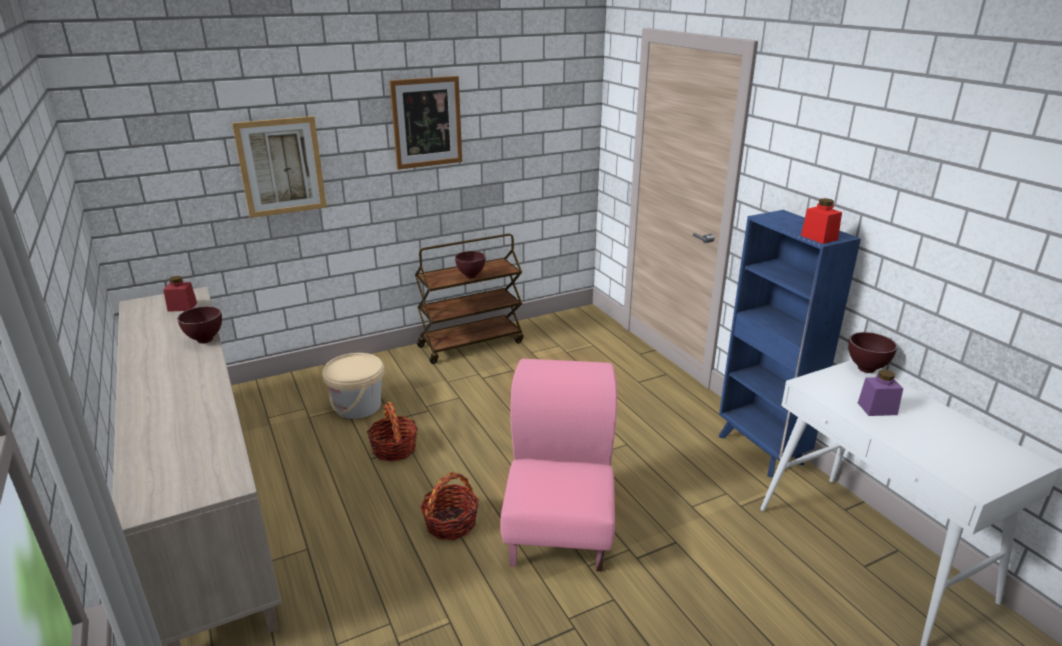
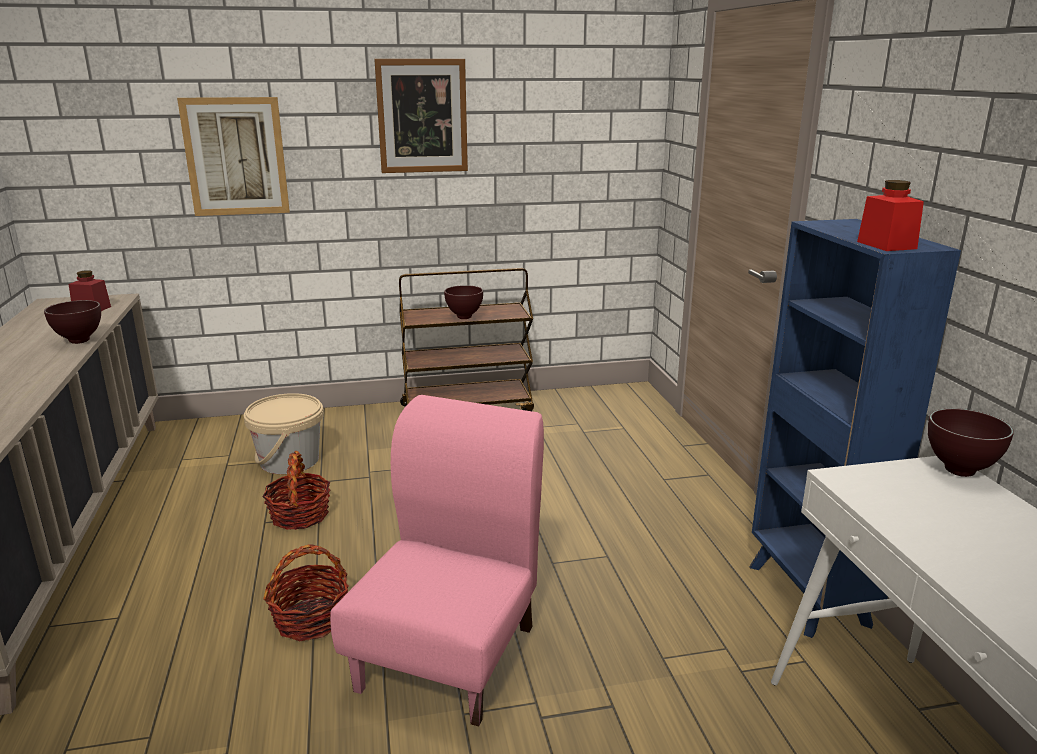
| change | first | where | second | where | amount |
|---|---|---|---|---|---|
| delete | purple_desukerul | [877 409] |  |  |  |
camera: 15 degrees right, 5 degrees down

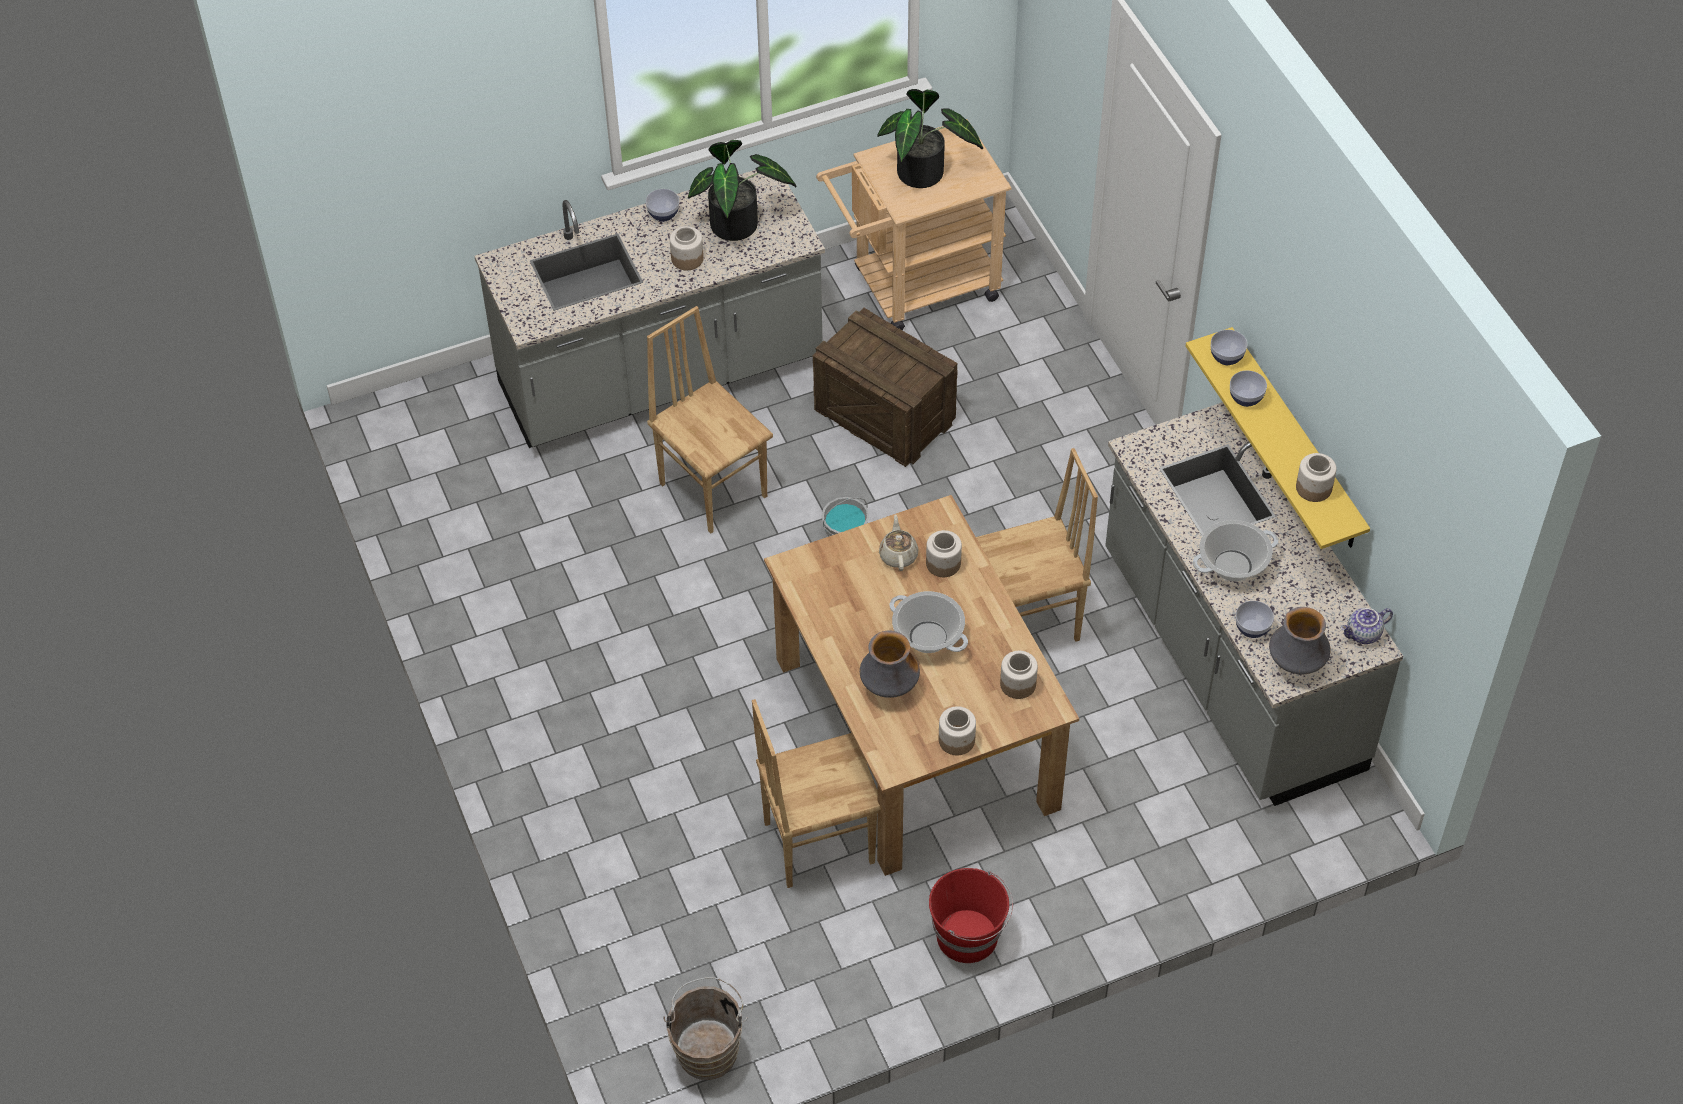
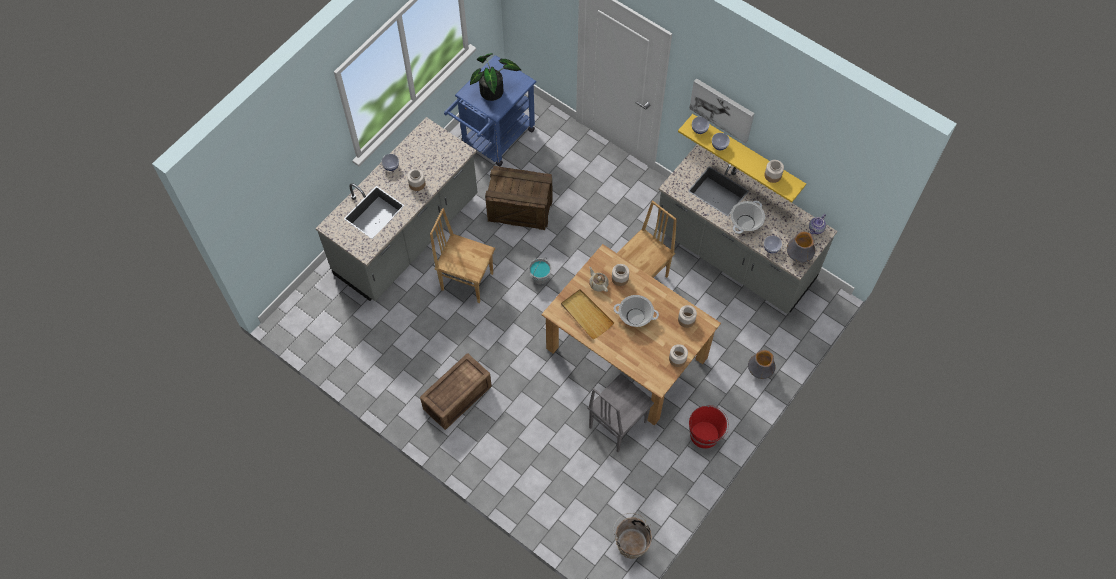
| change | first | where | second | where | amount |
|---|---|---|---|---|---|
| recolor | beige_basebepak | [914 287] | blue_basebepak | [494 140] |  |
| delete | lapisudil | [739 227] |  |  |  |
| move | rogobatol | [889 687] |  | [759 371] |  |
| recolor | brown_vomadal | [817 841] | grey_vomadal | [616 424] |  |
| insert |  |  | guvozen | [722 109] |  |
| insert |  |  | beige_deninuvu | [586 315] |  |
| insert |  |  | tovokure | [456 397] |  |
camera: 30 degrees left, 10 degrees up

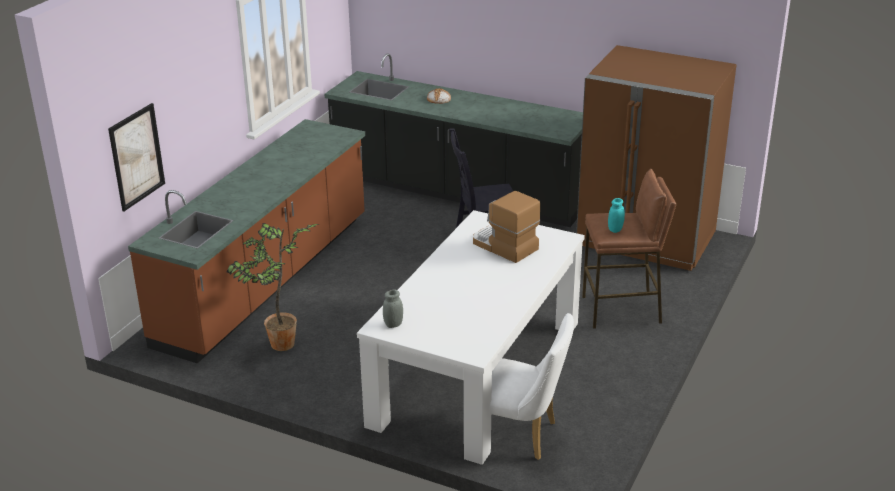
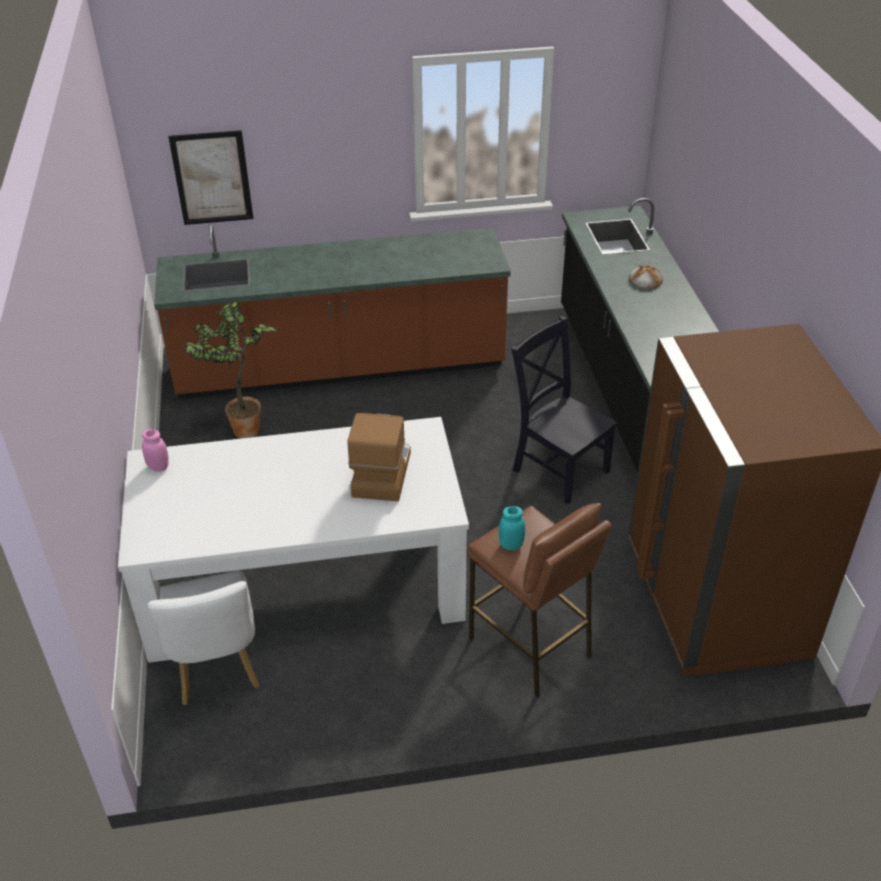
| change | first | where | second | where | amount |
|---|---|---|---|---|---|
| recolor | grey_desukerul | [393 324] | pink_desukerul | [158 467] |  |
camera: 55 degrees right, 10 degrees up

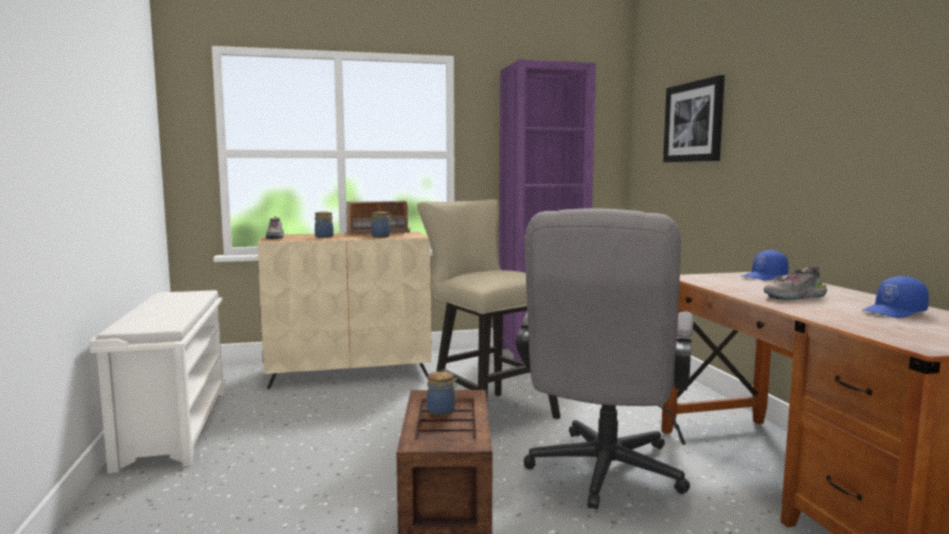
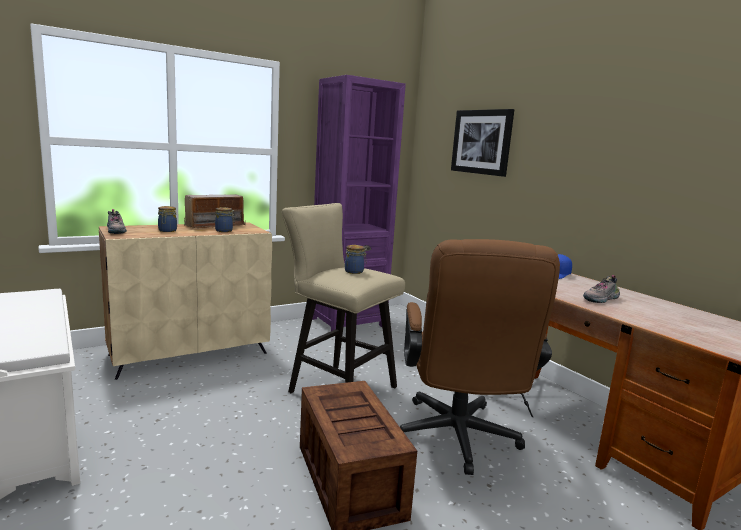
| change | first | where | second | where | amount |
|---|---|---|---|---|---|
| recolor | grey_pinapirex | [602 476] | brown_pinapirex | [458 441] |  |
| delete | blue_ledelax | [894 312] |  |  |  |
| move | desukerul | [442 411] |  | [355 271] |  |
camera: 20 degrees left, 5 degrees up

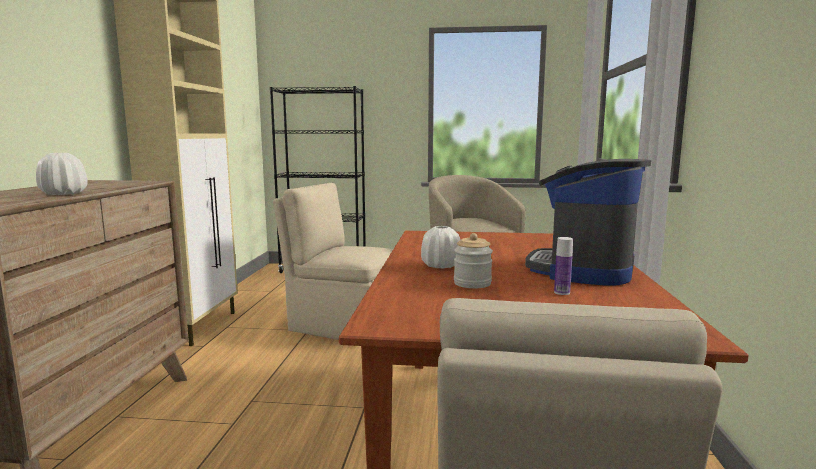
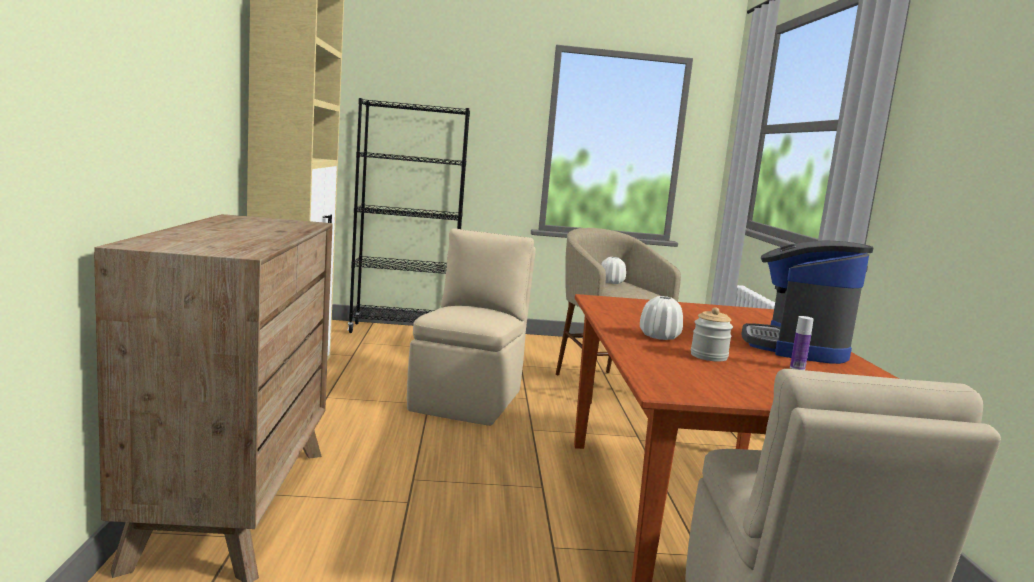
| change | first | where | second | where | amount |
|---|---|---|---|---|---|
| move | white_rogobatol | [64 194] |  | [611 282] |  |
| rotate | beige_vomadal | [344 325] |  | [468 399] | 90 degrees clockwise |
camera: 10 degrees left, 0 degrees up

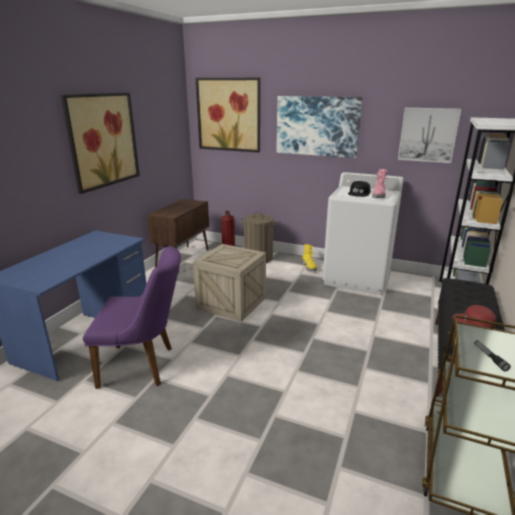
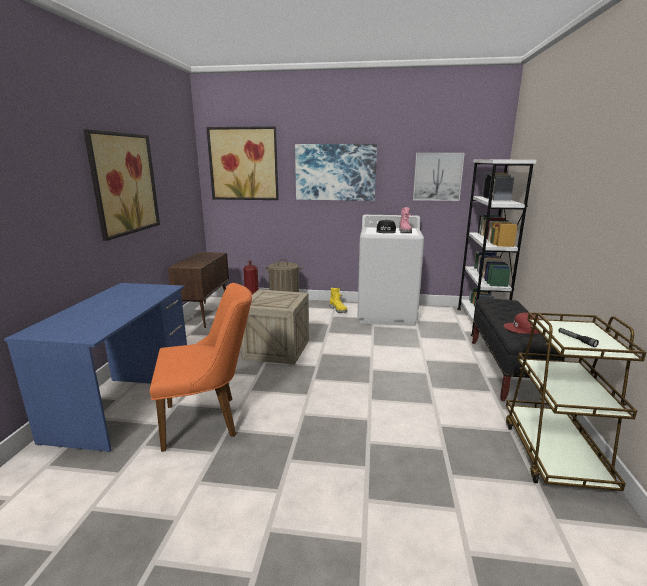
| change | first | where | second | where | amount |
|---|---|---|---|---|---|
| recolor | purple_vomadal | [144 365] | orange_vomadal | [209 420] |  |
camera: 15 degrees left, 5 degrees down

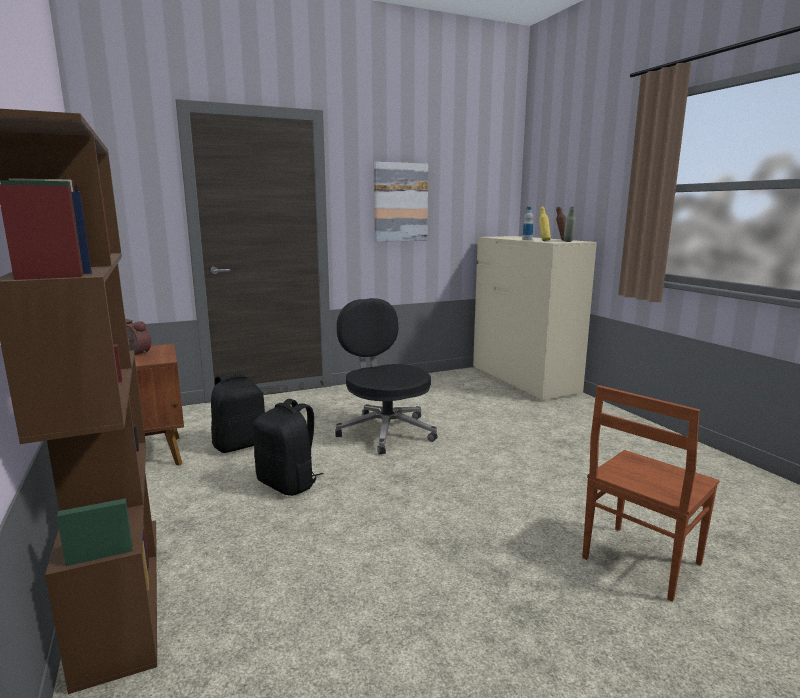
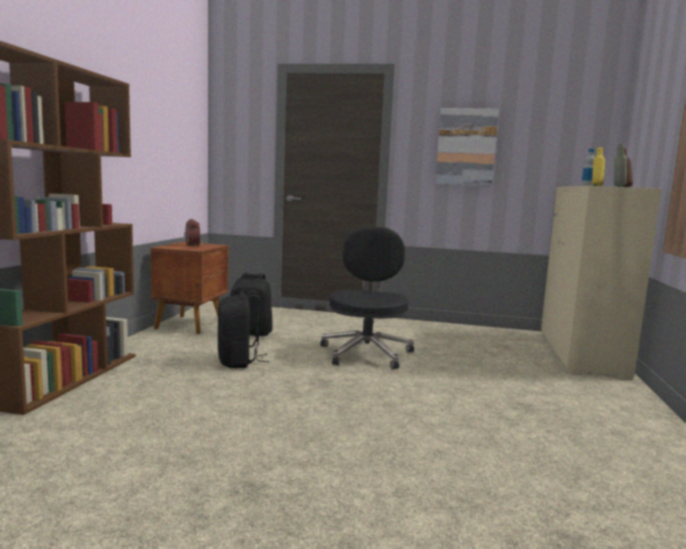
| change | first | where | second | where | amount |
|---|---|---|---|---|---|
| delete | brown_vomadal | [639 561] |  |  |  |
camera: 35 degrees right, 5 degrees down

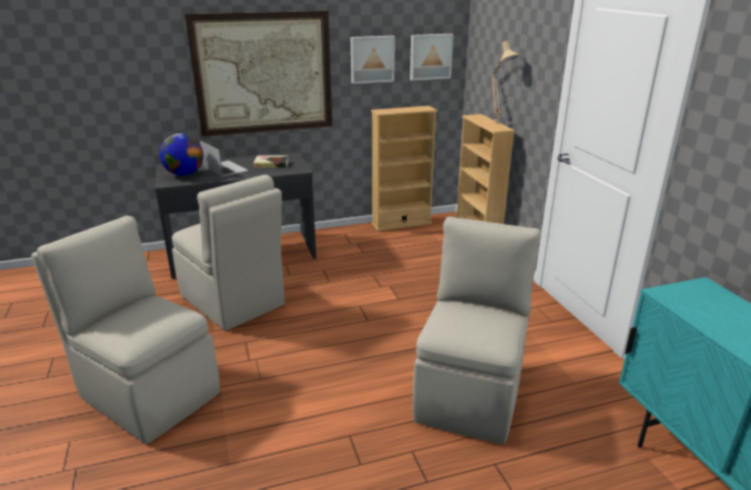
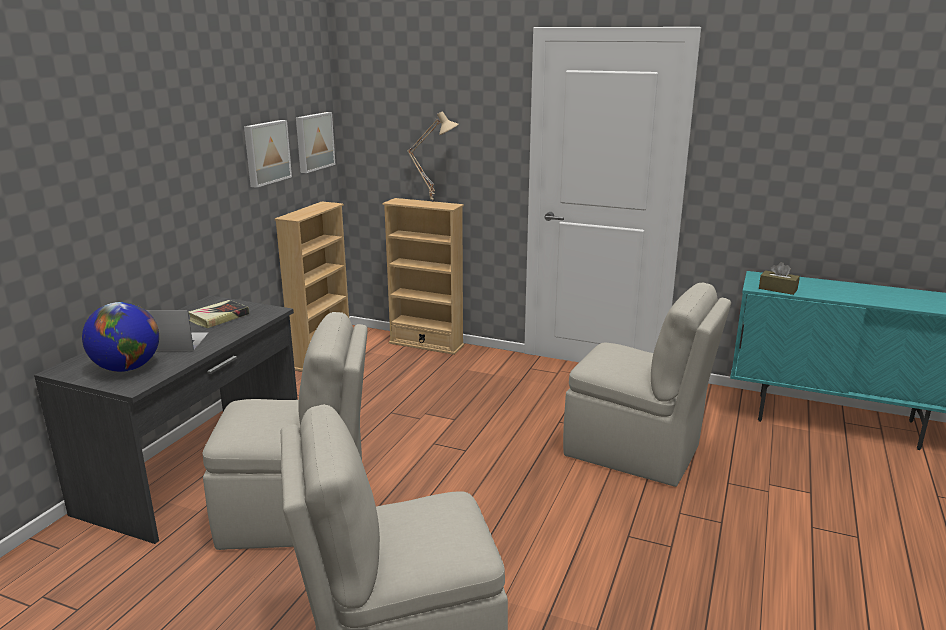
| change | first | where | second | where | amount |
|---|---|---|---|---|---|
| delete | guvozen | [264 74] |  |  |  |
| rotate | beige_vomadal | [470 393] |  | [635 452] | 150 degrees clockwise |
| insert |  |  | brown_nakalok | [777 289] |  |
camera: 50 degrees left, 5 degrees down

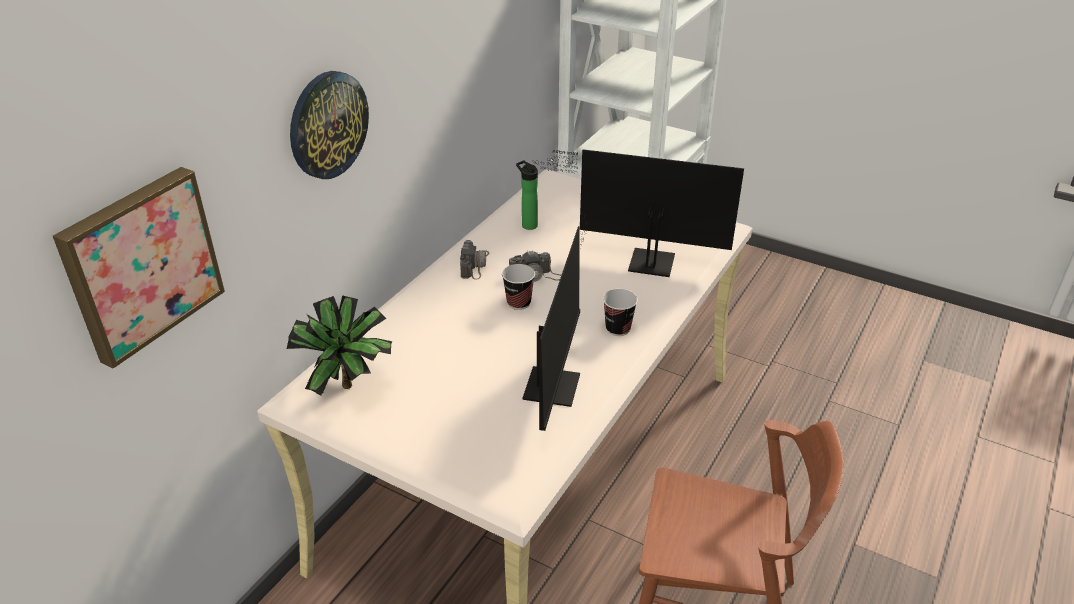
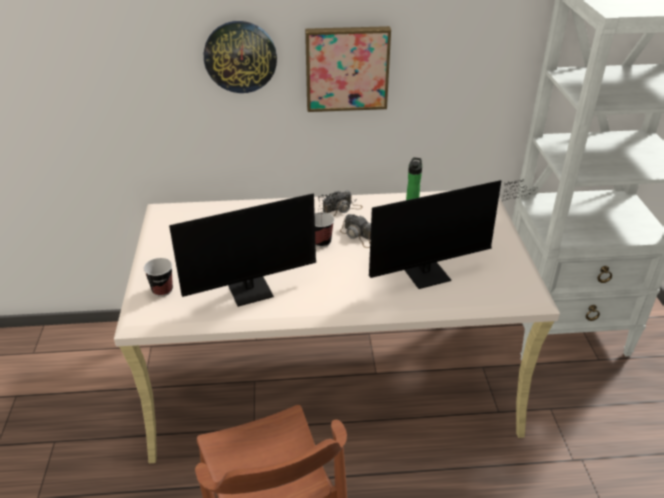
| change | first | where | second | where | amount |
|---|---|---|---|---|---|
| rotate | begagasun | [644 260] |  | [433 273] | 90 degrees clockwise |
| move | guvozen | [140 263] |  | [347 68] |  |
| move | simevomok | [618 329] |  | [162 290] |  |
| delete | lapisudil | [350 390] |  |  |  |
camera: 55 degrees right, 0 degrees up

